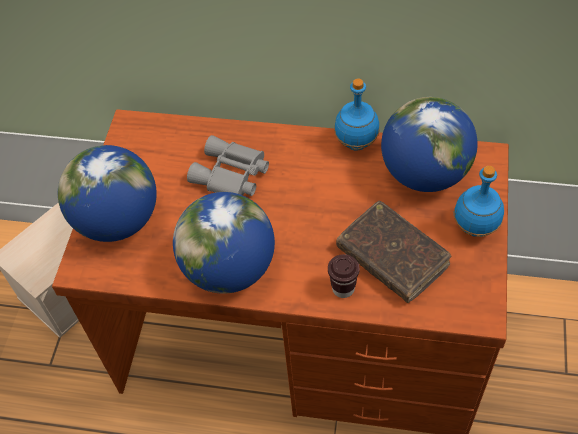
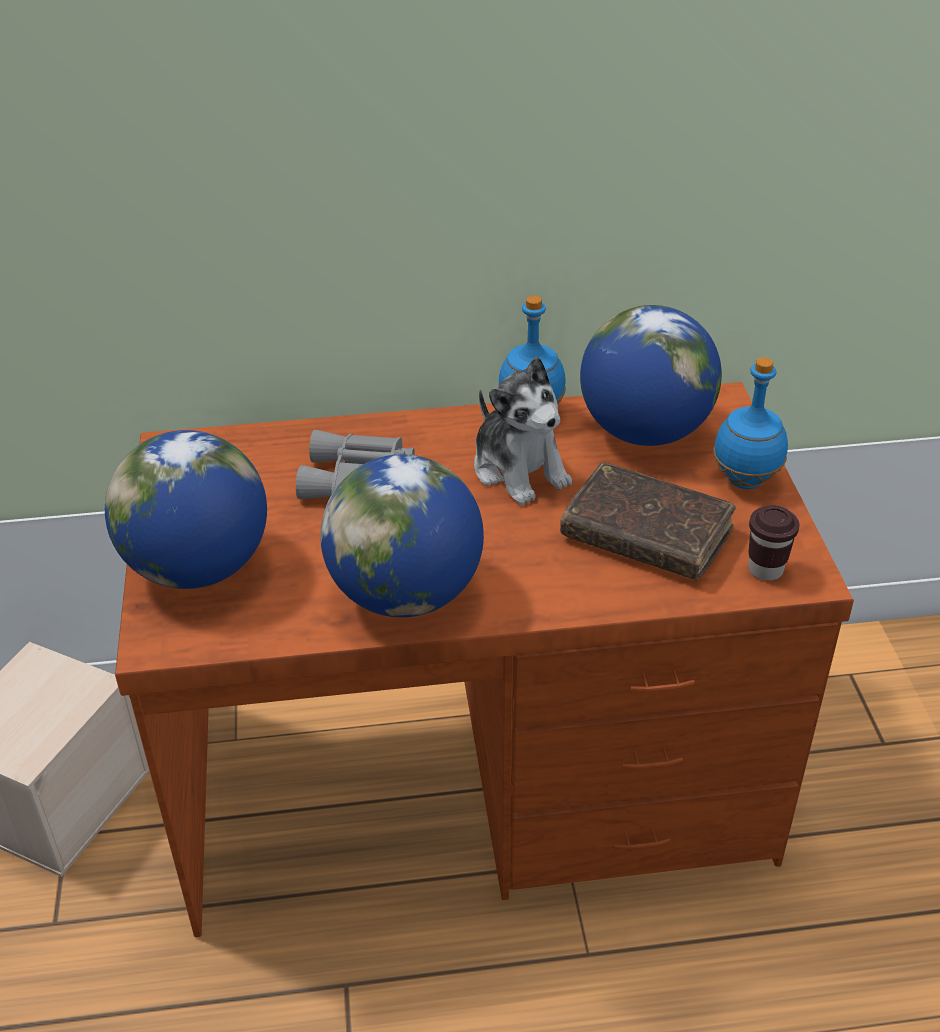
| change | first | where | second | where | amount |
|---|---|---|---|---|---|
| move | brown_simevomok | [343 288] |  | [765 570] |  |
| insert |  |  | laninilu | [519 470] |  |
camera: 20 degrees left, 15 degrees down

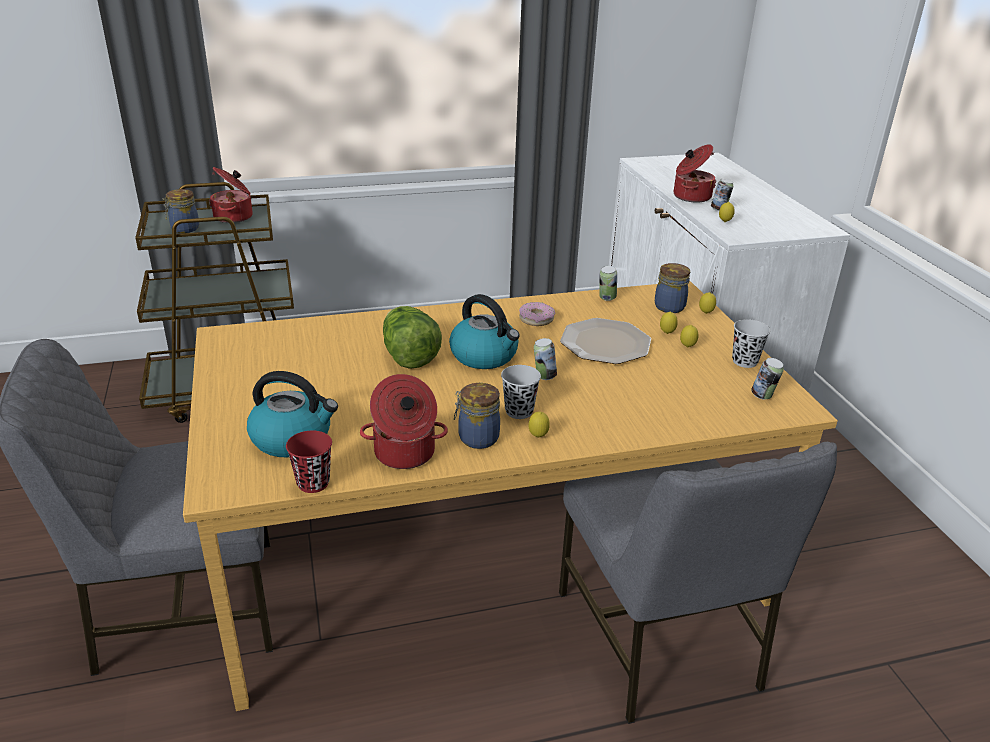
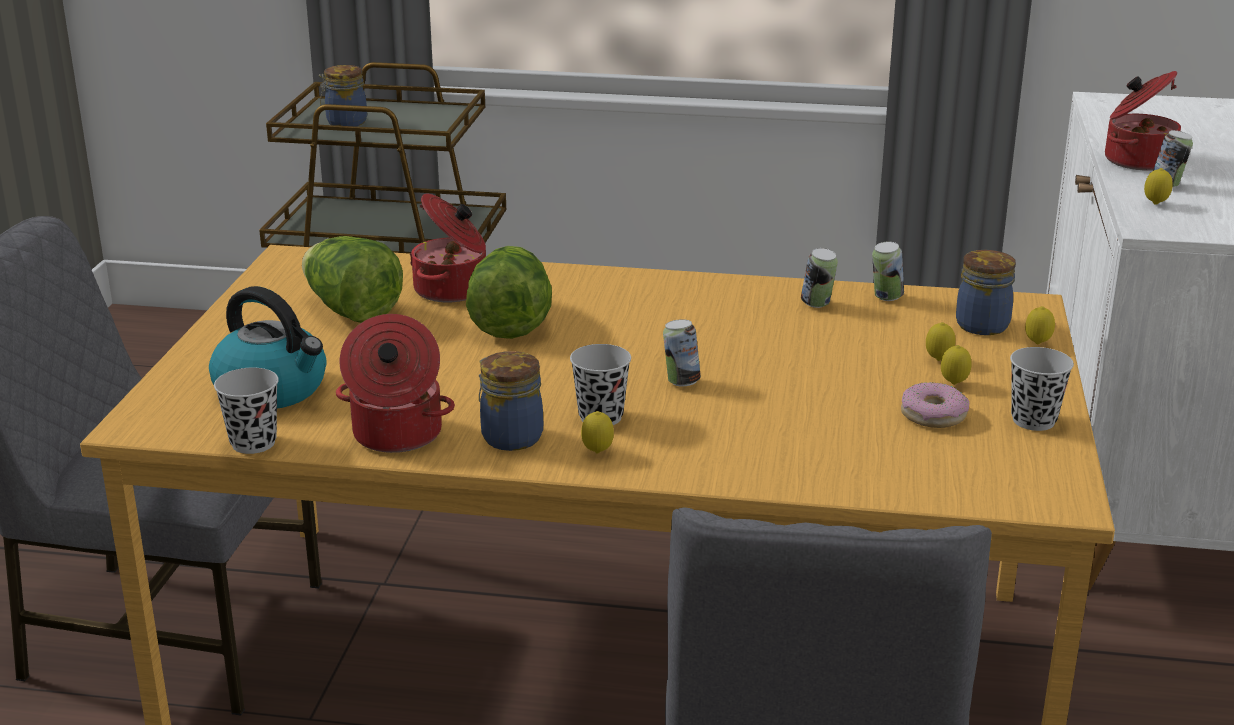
| change | first | where | second | where | amount |
|---|---|---|---|---|---|
| move | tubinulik | [234 217] |  | [453 290] |  |
| delete | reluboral | [485 356] |  |  |  |
| move | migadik | [536 319] |  | [933 415] |  |
| delete | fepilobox | [604 343] |  |  |  |
| move | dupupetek | [763 396] |  | [817 304] |  |
| recolor | red_simevomok | [313 483] | black_simevomok | [253 443] |  |
| insert |  |  | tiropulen | [351 311] |  |
camera: 25 degrees right, 5 degrees down

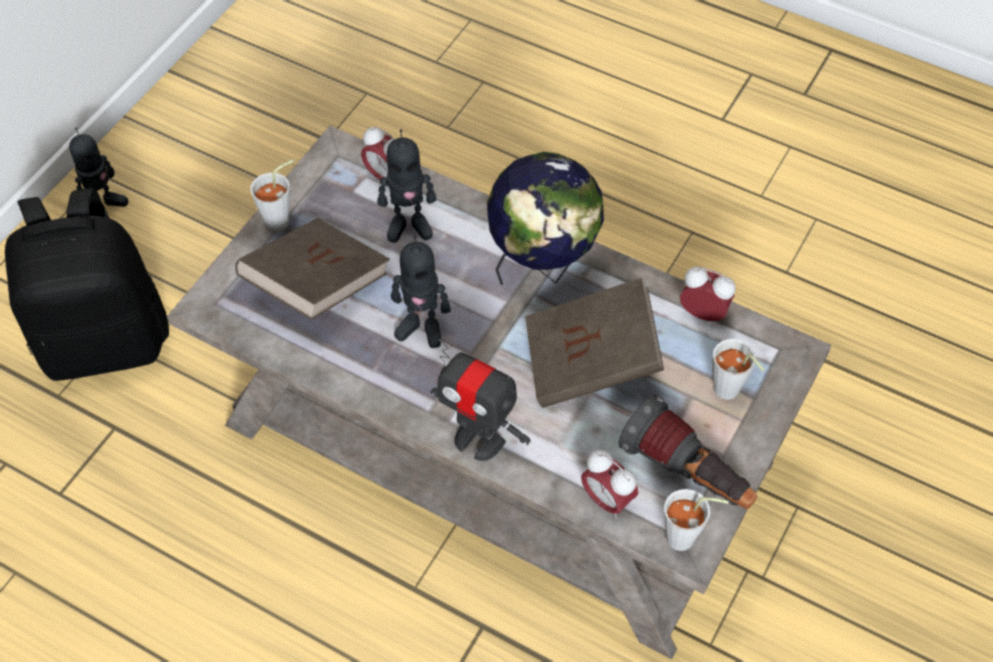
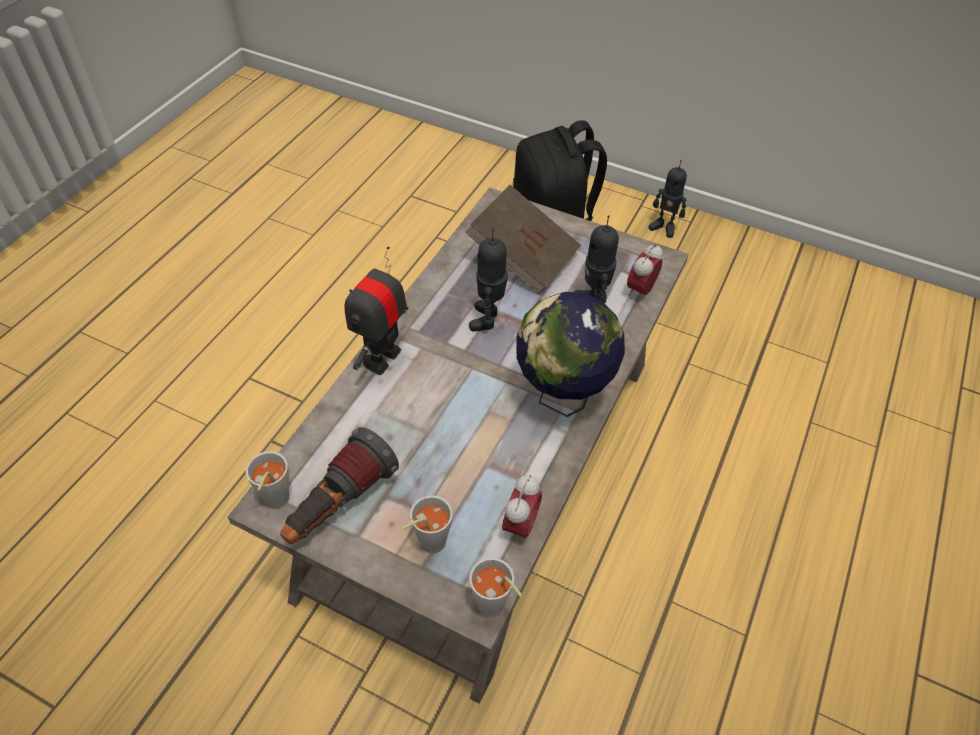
| change | first | where | second | where | amount |
|---|---|---|---|---|---|
| move | grey_simevomok | [282 219] |  | [494 609] |  |
| delete | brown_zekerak | [591 363] |  |  |  |
| delete | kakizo | [607 500] |  |  |  |
camera: 85 degrees right, 5 degrees down

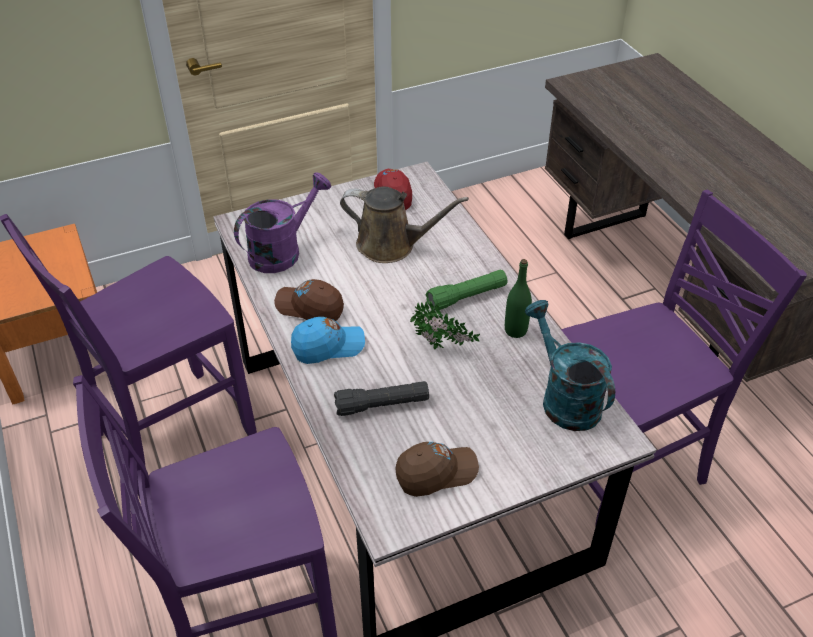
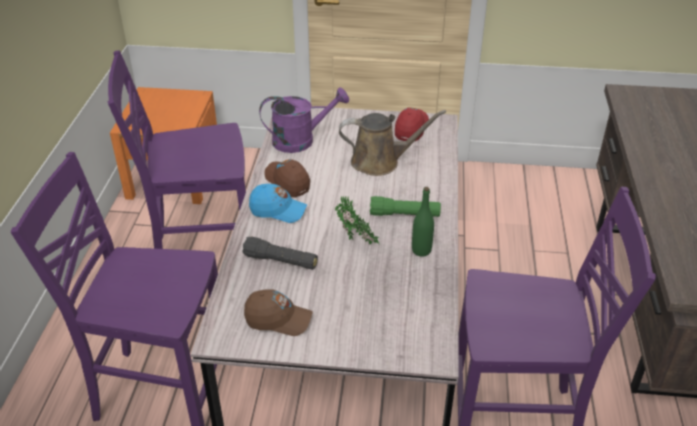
| change | first | where | second | where | amount |
|---|---|---|---|---|---|
| rotate | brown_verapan | [391 245] |  | [380 162] | 45 degrees counterclockwise |
| delete | turquoise_verapan | [564 398] |  |  |  |
camera: 30 degrees right, 5 degrees down

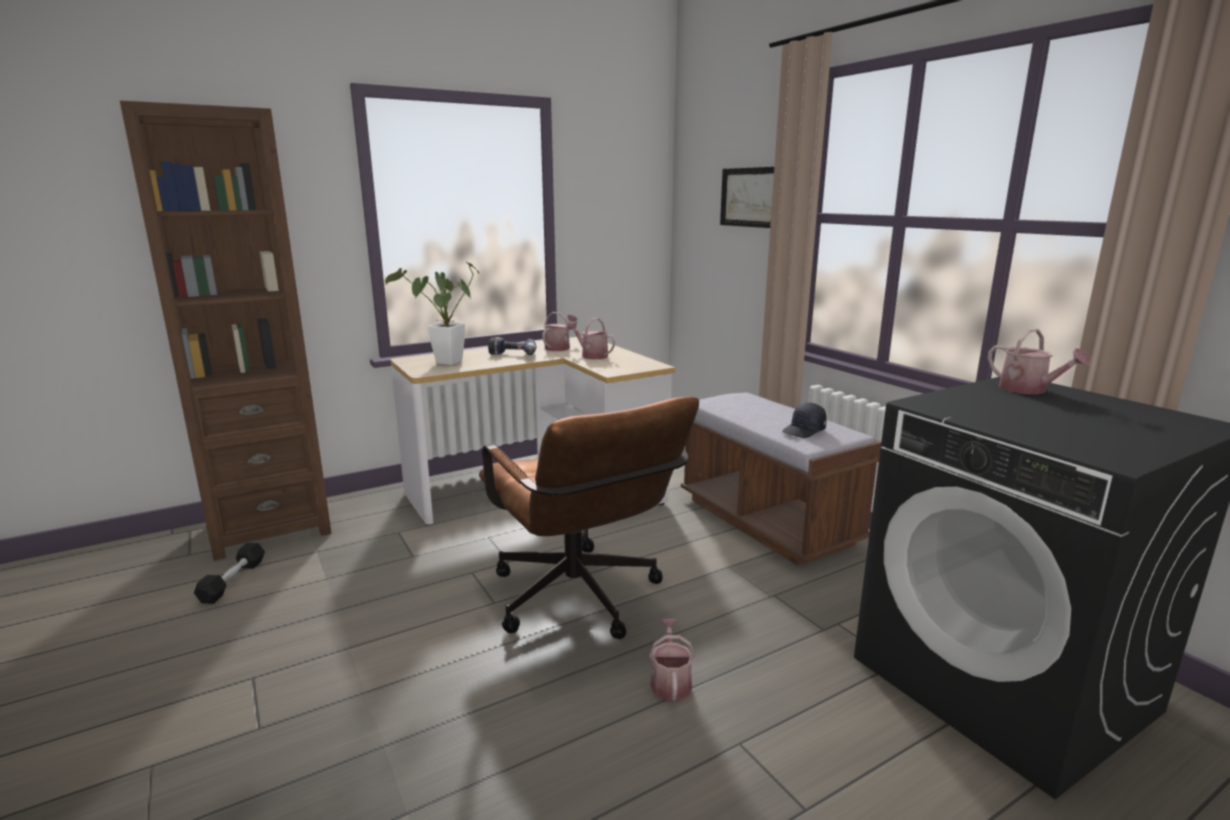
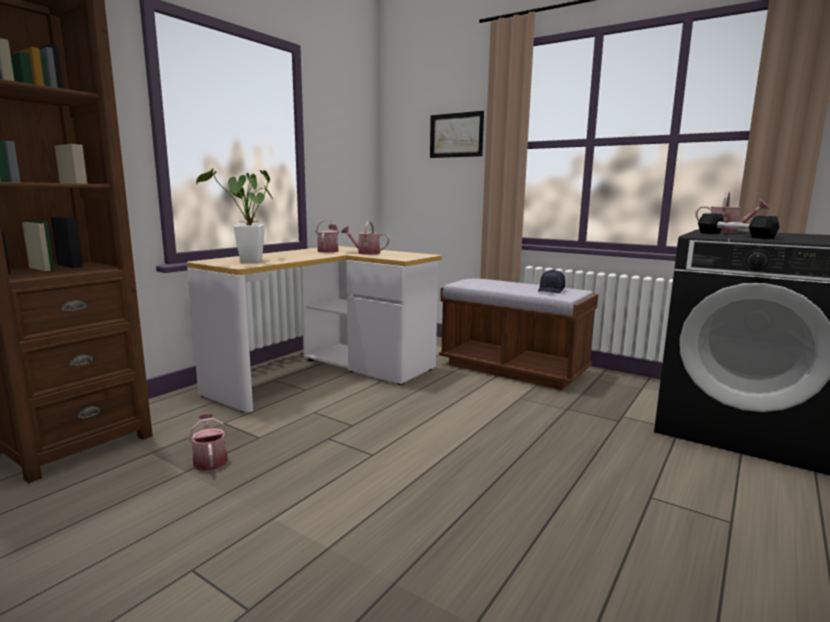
| change | first | where | second | where | amount |
|---|---|---|---|---|---|
| delete | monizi | [512 356] |  |  |  |
| delete | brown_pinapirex | [582 602] |  |  |  |
| move | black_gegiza | [233 581] |  | [734 235] |  |
| move | verapan | [670 681] |  | [210 459] |  |
camera: 25 degrees left, 5 degrees down

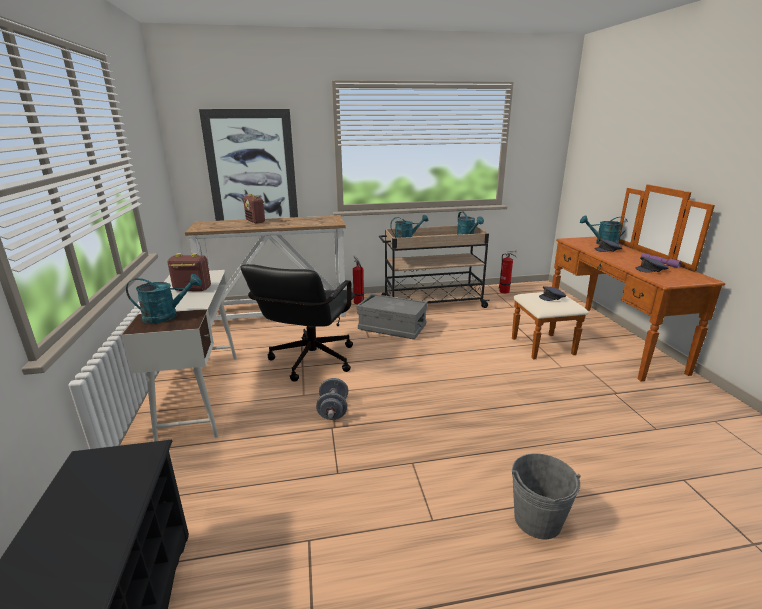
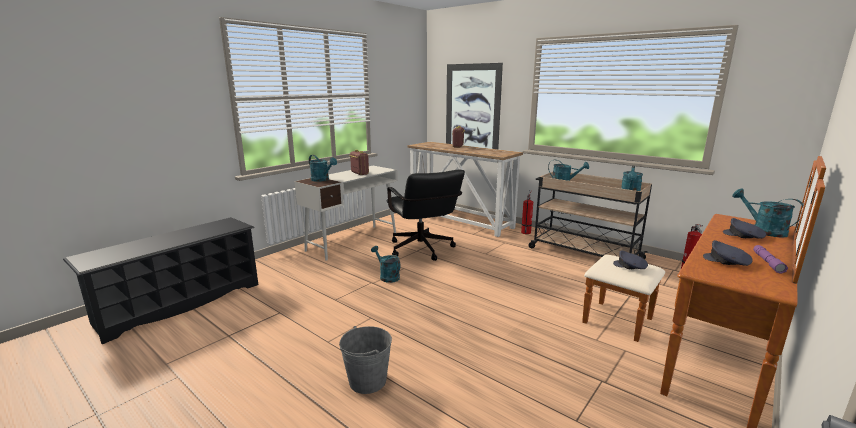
| change | first | where | second | where | amount |
|---|---|---|---|---|---|
| rotate | black_pinapirex | [309 363] |  | [423 251] | 90 degrees counterclockwise |
| delete | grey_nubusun | [392 328] |  |  |  |
| replace | grey_gegiza | [333 411] | turquoise_verapan | [387 276] |  |
camera: 50 degrees right, 5 degrees down

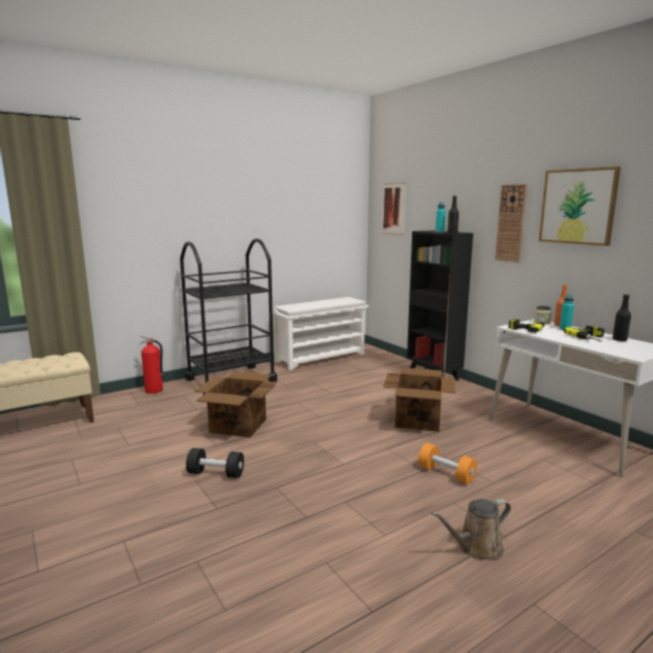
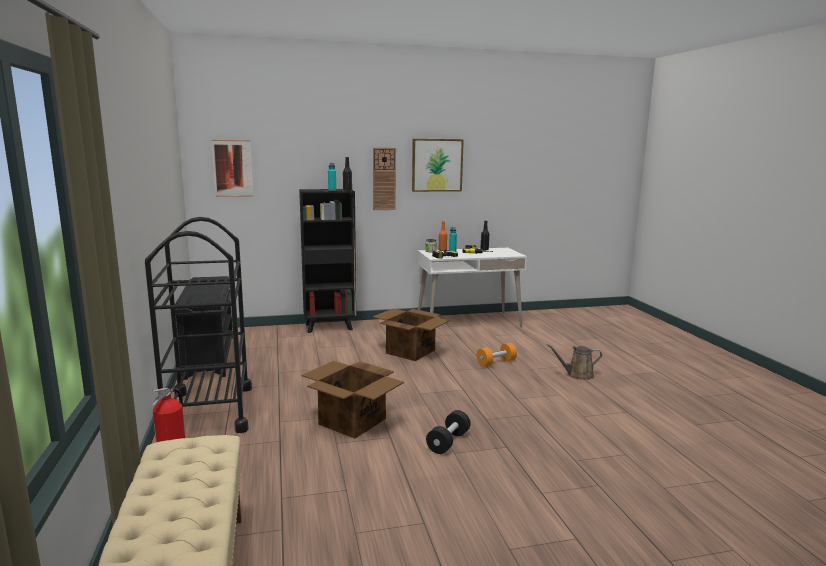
| change | first | where | second | where | amount |
|---|---|---|---|---|---|
| recolor | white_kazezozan | [320 358] | black_kazezozan | [209 356] |  |
| rotate | brown_verapan | [476 548] |  | [577 375] | 90 degrees clockwise |
camera: 70 degrees left, 0 degrees up

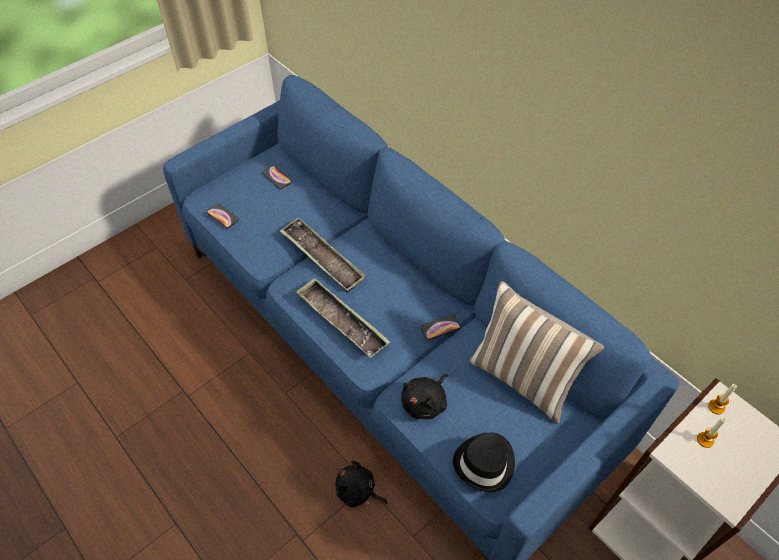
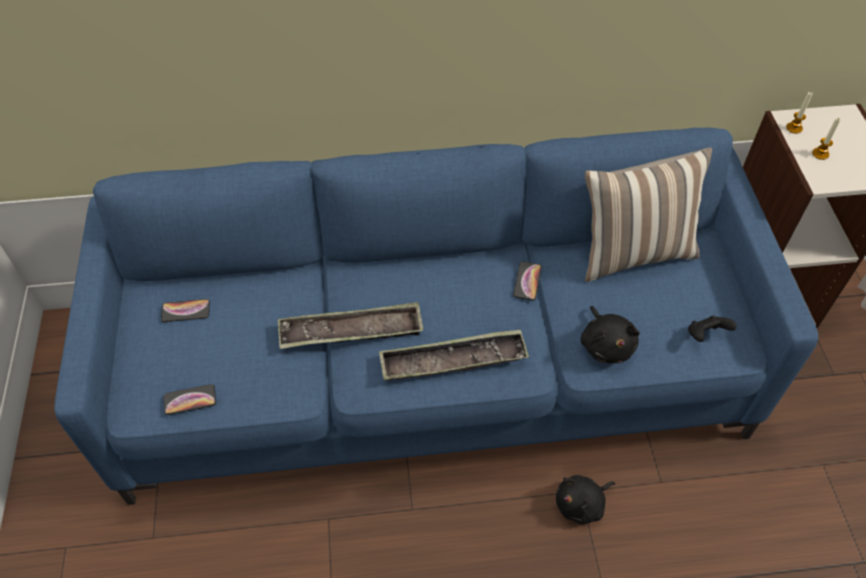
| change | first | where | second | where | amount |
|---|---|---|---|---|---|
| replace | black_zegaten | [485 463] | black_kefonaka | [705 335] |  |
camera: 55 degrees left, 0 degrees up

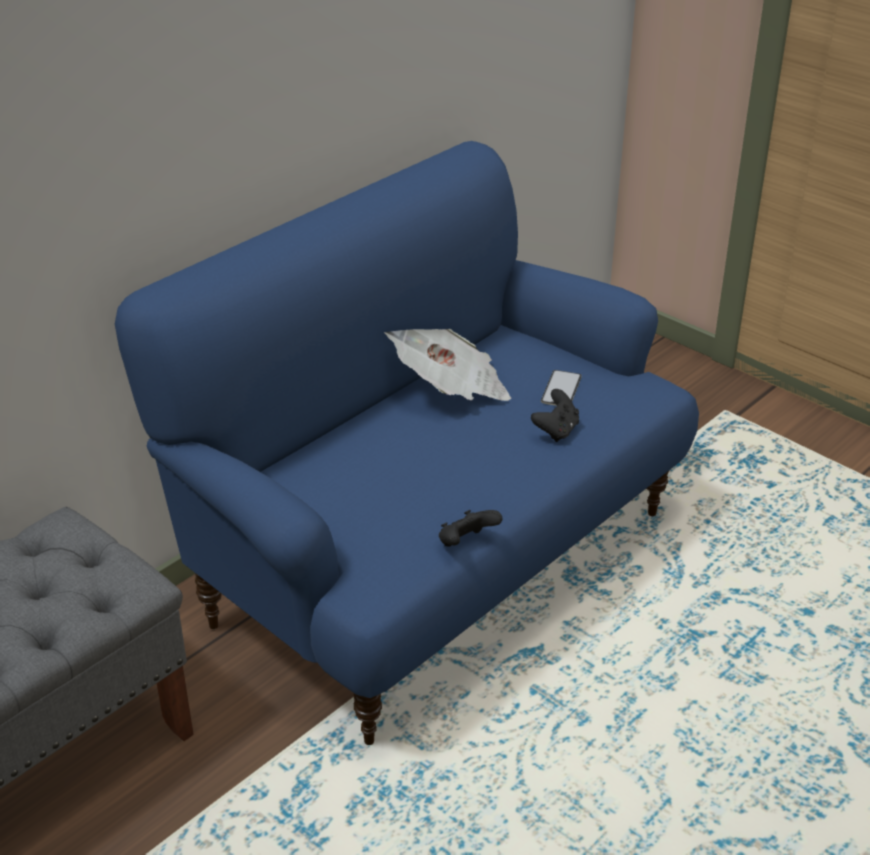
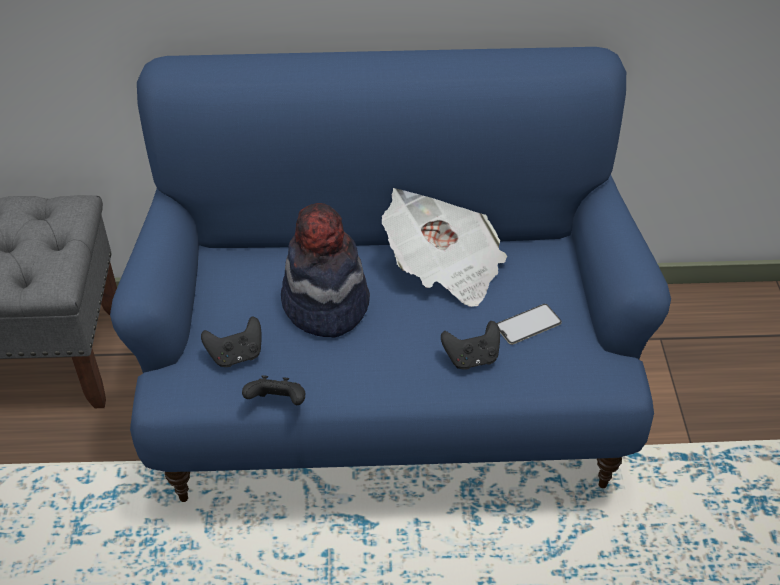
| change | first | where | second | where | amount |
|---|---|---|---|---|---|
| insert |  |  | zegaten | [325 304] |  |
| insert |  |  | black_kefonaka | [236 355] |  |
camera: 45 degrees right, 10 degrees up

